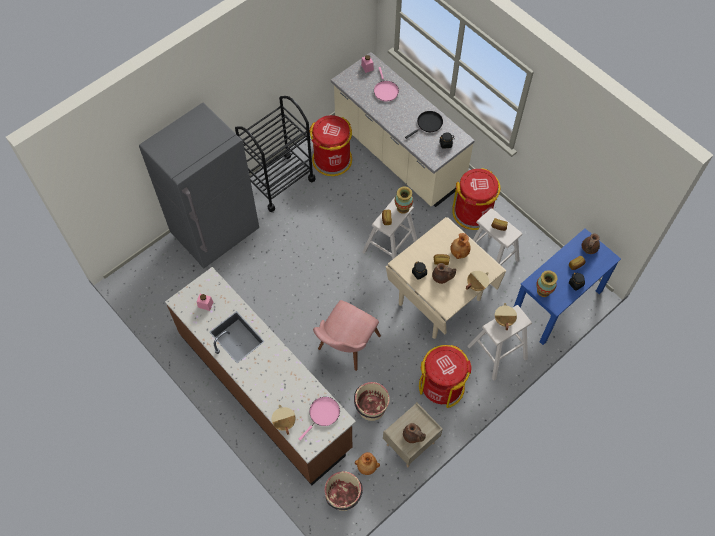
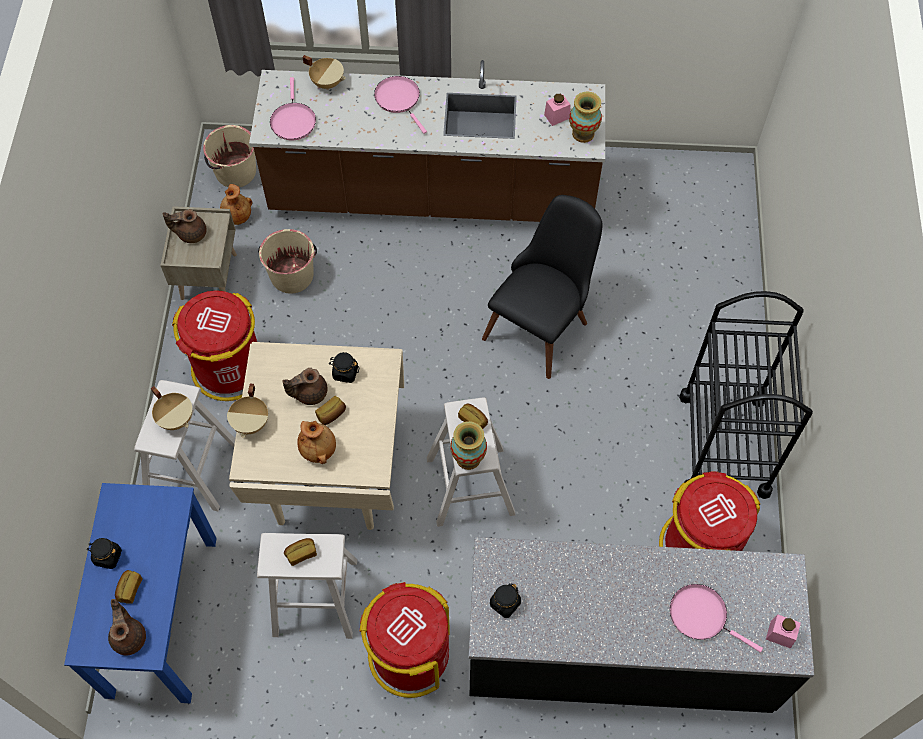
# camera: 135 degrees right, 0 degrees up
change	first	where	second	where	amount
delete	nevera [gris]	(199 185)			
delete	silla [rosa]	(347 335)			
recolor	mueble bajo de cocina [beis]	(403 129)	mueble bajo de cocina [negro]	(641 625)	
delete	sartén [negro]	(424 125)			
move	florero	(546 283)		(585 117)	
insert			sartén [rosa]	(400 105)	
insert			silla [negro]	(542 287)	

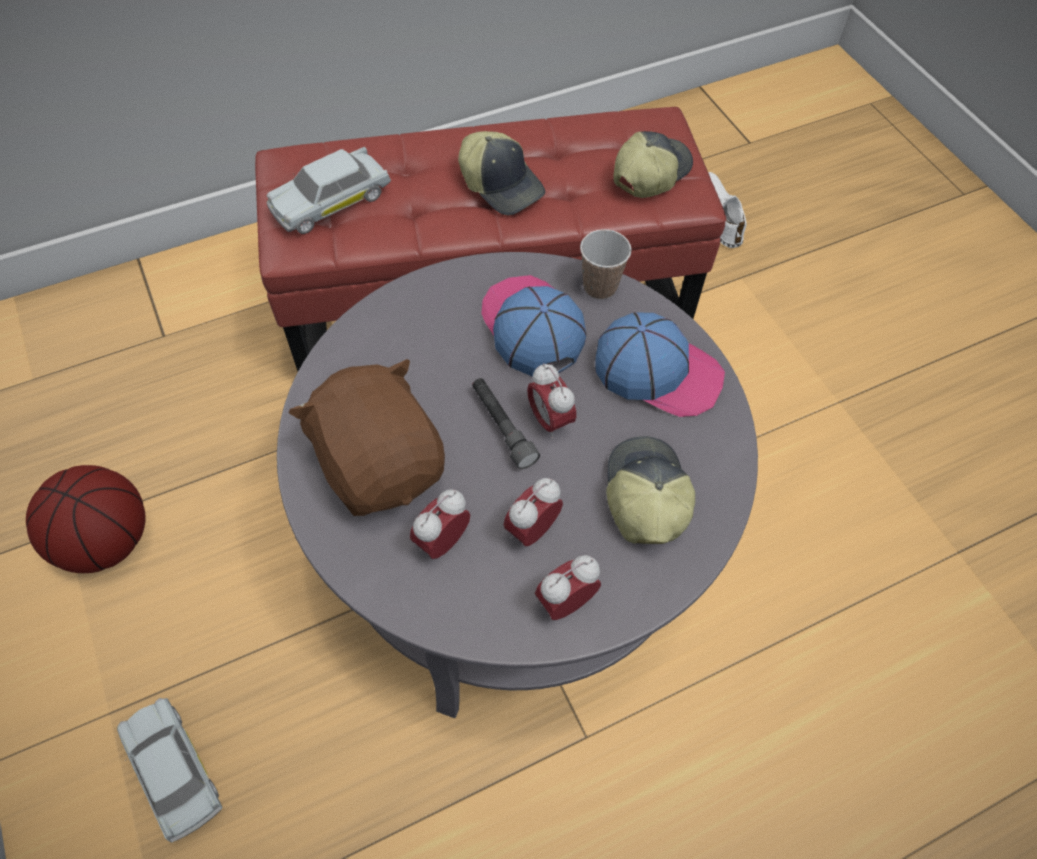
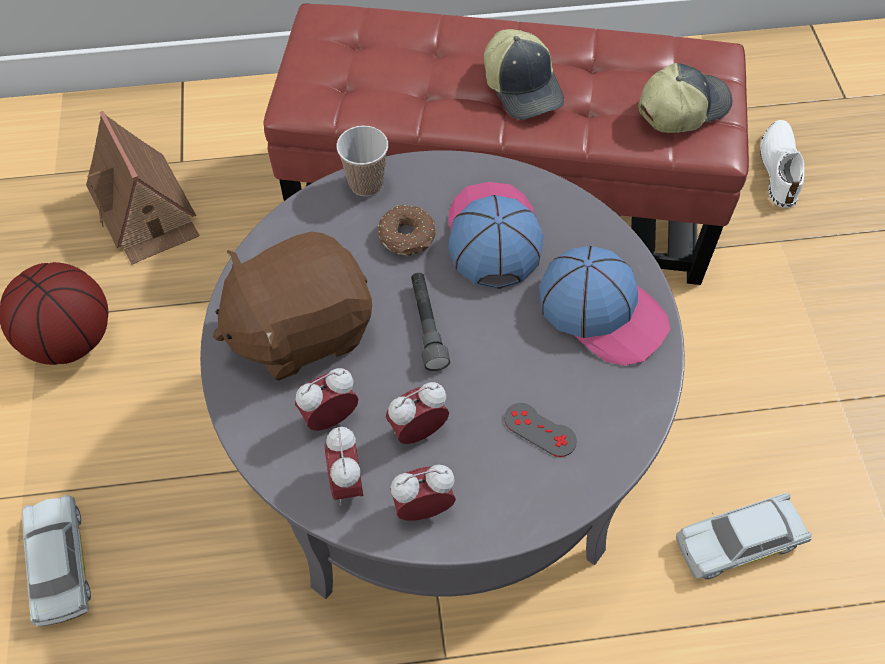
# camera: 20 degrees right, 0 degrees up
change	first	where	second	where	amount
move	coche de juguete [blanco]	(328 190)		(744 536)	
rotate	peluche [marrón]	(367 437)		(292 305)	105 degrees counterclockwise
move	despertador	(551 401)		(344 466)	
move	taza	(605 264)		(362 161)	
replace	gorra	(650 490)	mando de consola [gris]	(540 430)	
insert			casita	(143 187)	
insert			rosquilla	(406 230)	

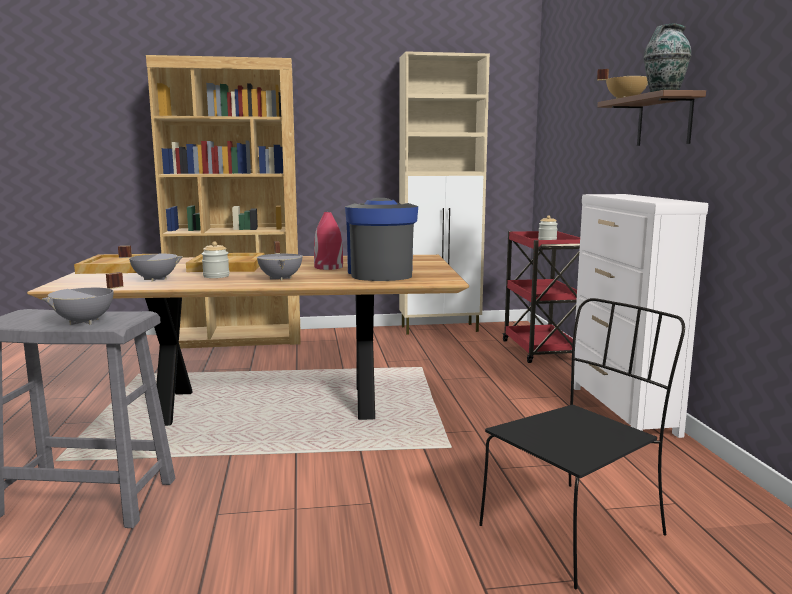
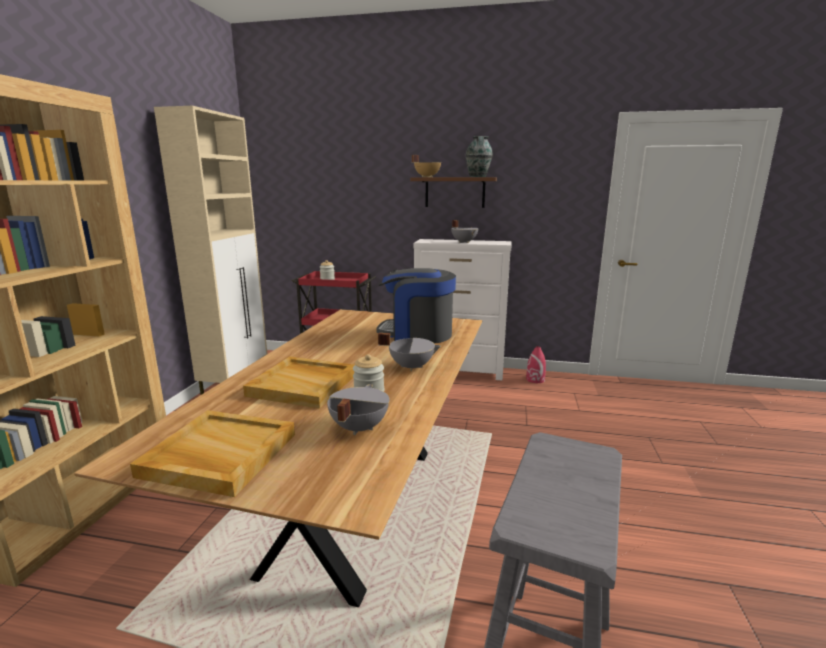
# camera: 70 degrees left, 5 degrees up
change	first	where	second	where	amount
move	olla [gris]	(82 298)		(465 231)	
move	florero [rojo]	(328 241)		(536 364)	
delete	silla [negro]	(582 443)			

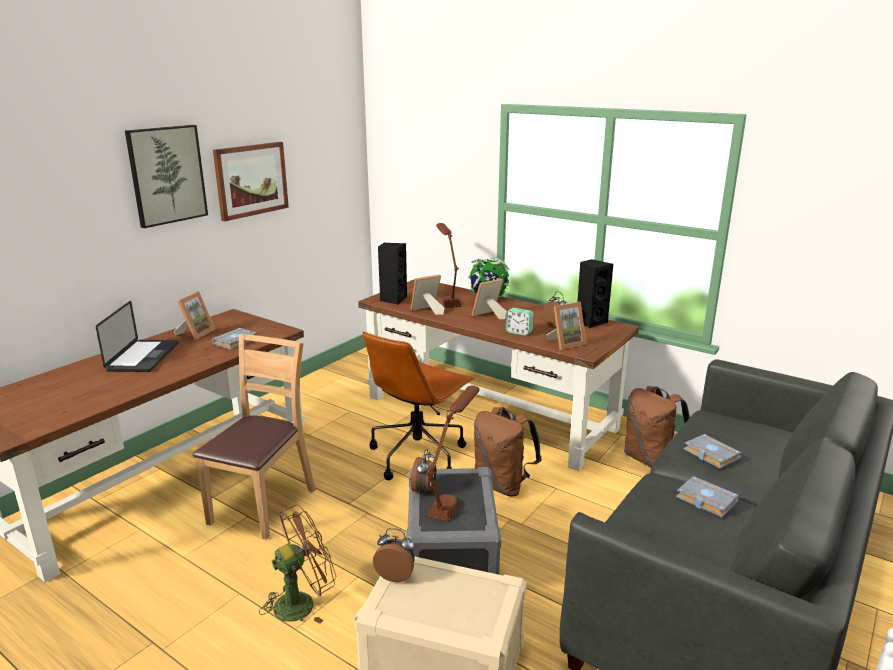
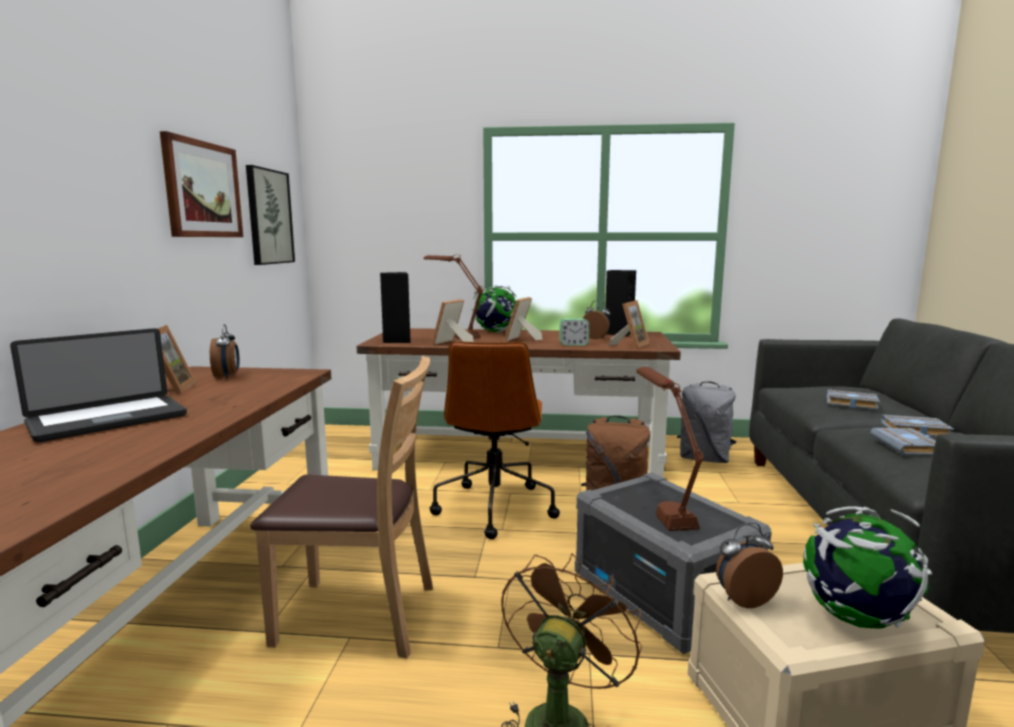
# camera: 30 degrees left, 10 degrees down
change	first	where	second	where	amount
rotate	portátil	(137 336)		(98 385)	75 degrees clockwise
move	cuadro	(166 176)		(270 215)	
rotate	silla [marrón]	(254 437)		(341 507)	105 degrees clockwise
move	libro [gris]	(234 338)		(903 441)	
move	despertador	(423 471)		(225 351)	
recolor	mochila [marrón]	(657 426)	mochila [gris]	(706 422)	
insert			globo terráqueo	(867 567)	

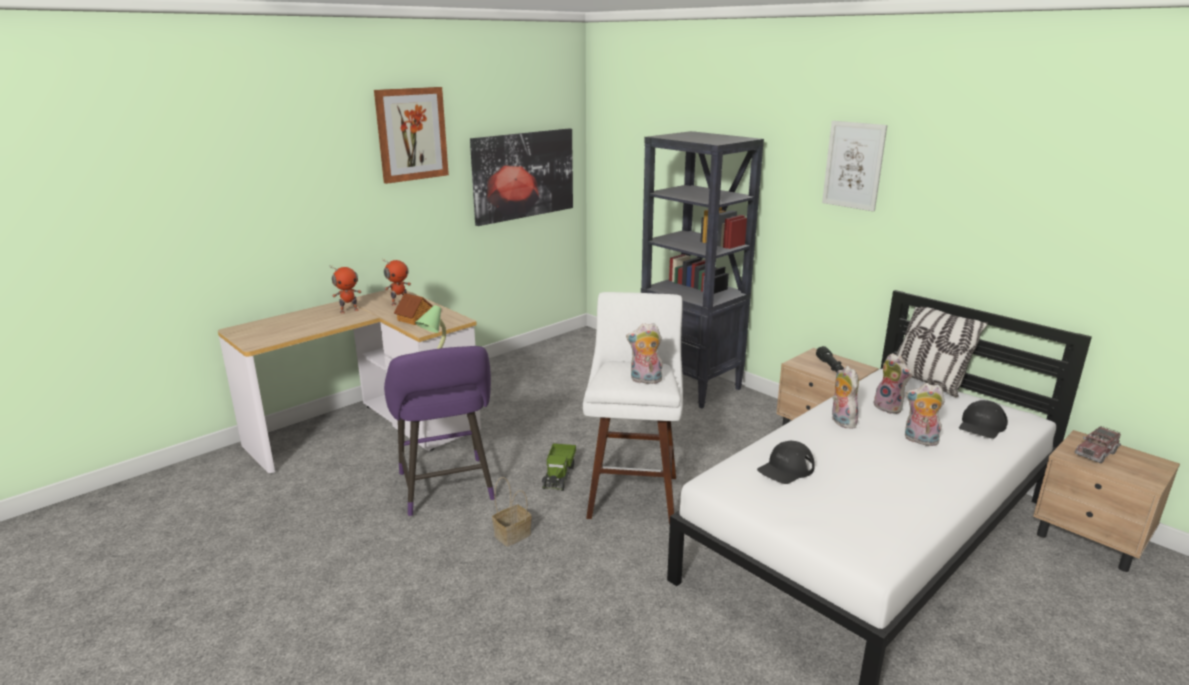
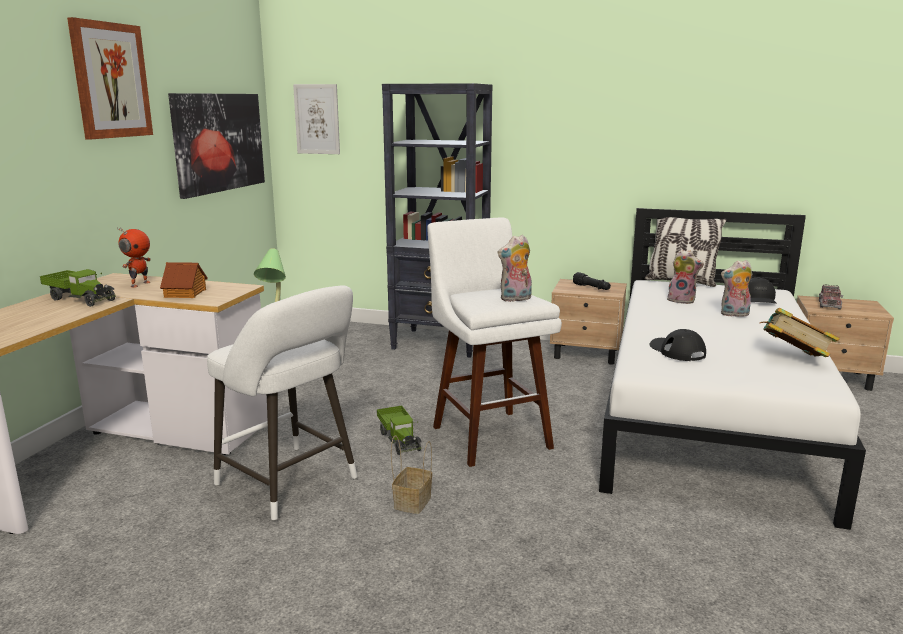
# camera: 30 degrees left, 5 degrees down
change	first	where	second	where	amount
replace	robot de juguete	(346 290)	camión de juguete	(78 288)	
recolor	taburete [morado]	(439 431)	taburete [blanco]	(282 403)	
rotate	gorra [negro]	(786 462)		(678 345)	135 degrees clockwise
move	cuadro	(854 166)		(316 119)	
delete	peluche	(845 397)			
insert			libro	(800 332)	

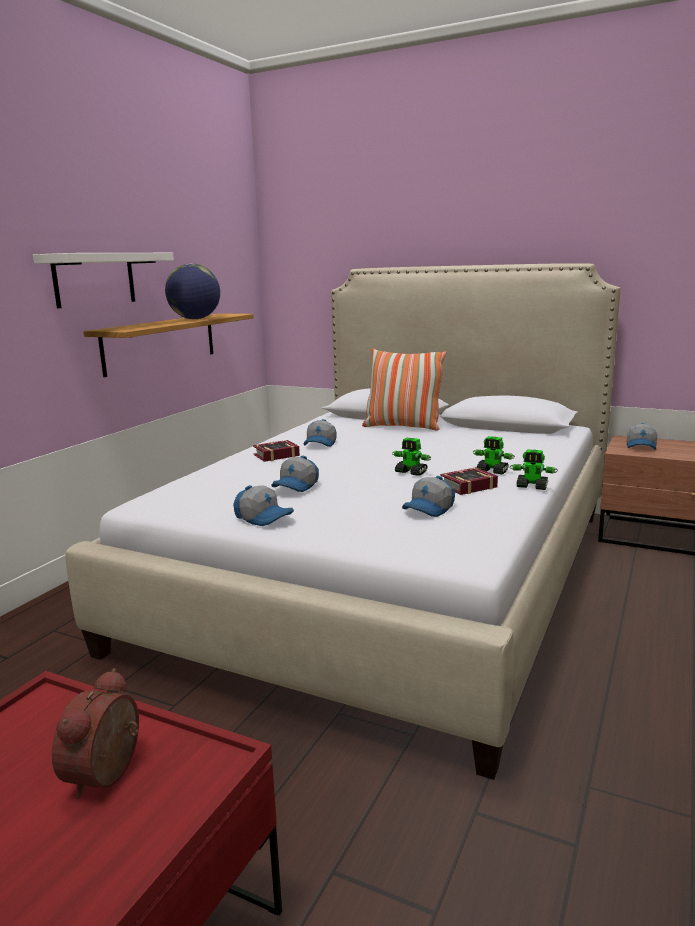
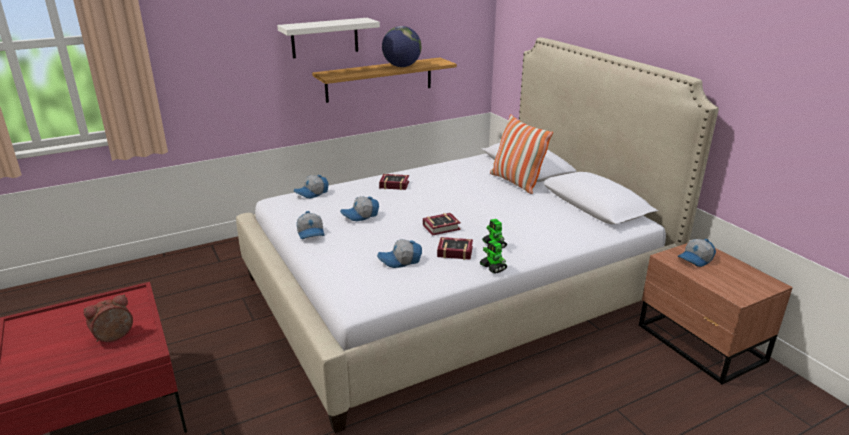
# camera: 35 degrees right, 10 degrees up
change	first	where	second	where	amount
move	gorra	(320 433)		(311 186)	
replace	robot de juguete	(411 457)	libro	(442 224)	

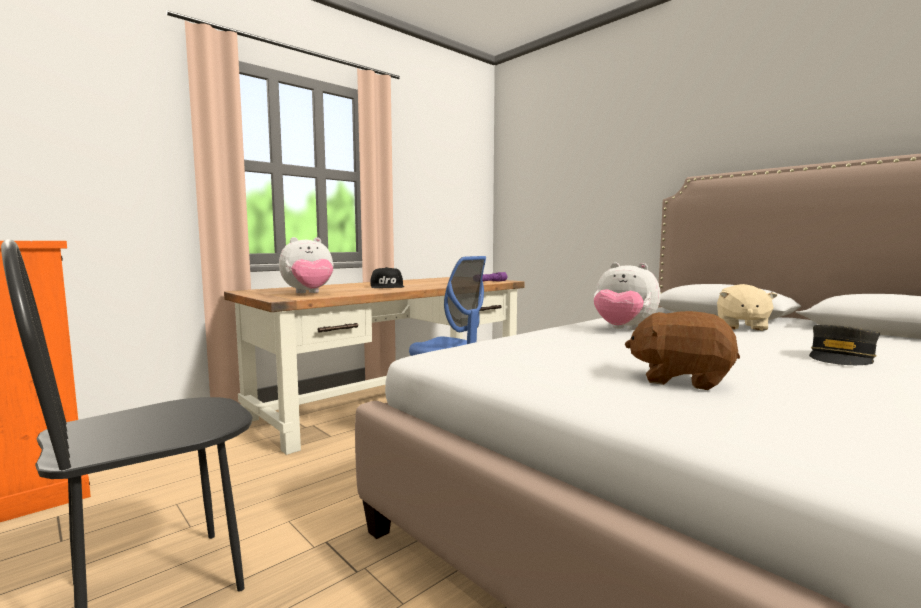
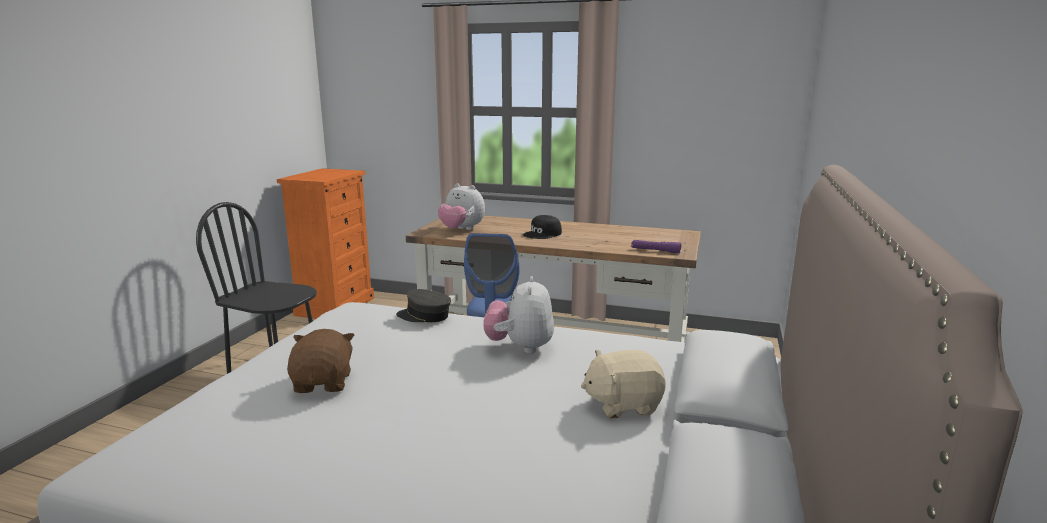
# camera: 60 degrees right, 10 degrees up
change	first	where	second	where	amount
move	gorra [gris]	(844 345)		(423 305)	

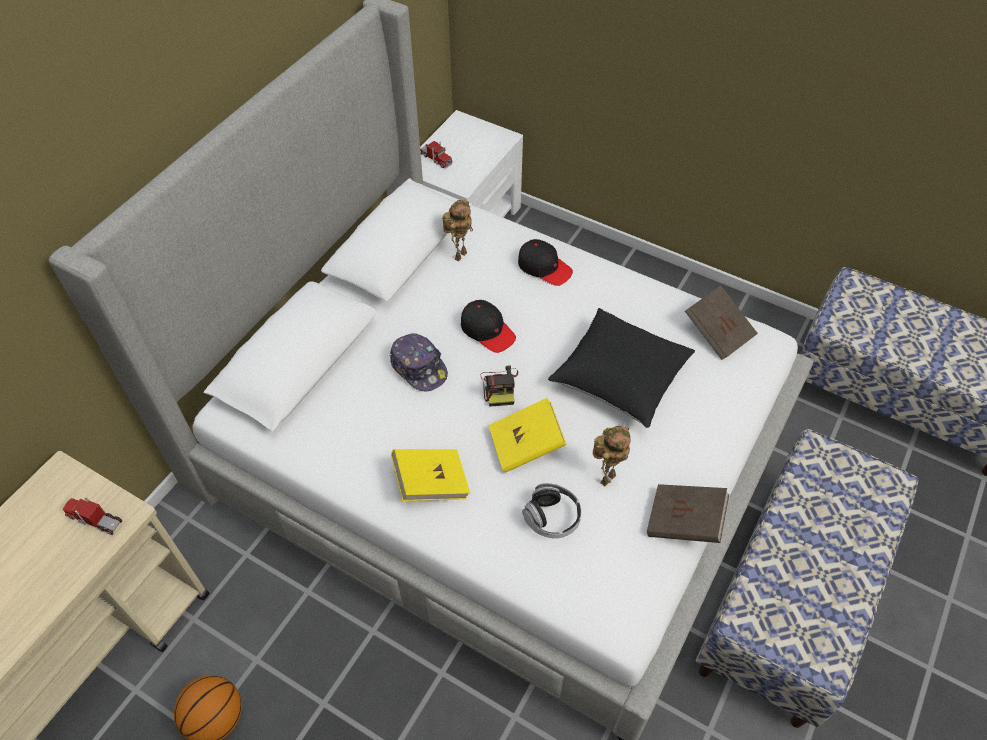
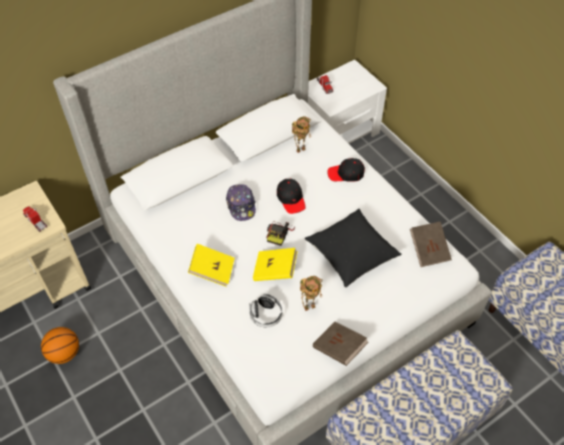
# camera: 25 degrees right, 0 degrees up
change	first	where	second	where	amount
rotate	gorra [negro]	(545 262)		(346 170)	120 degrees clockwise

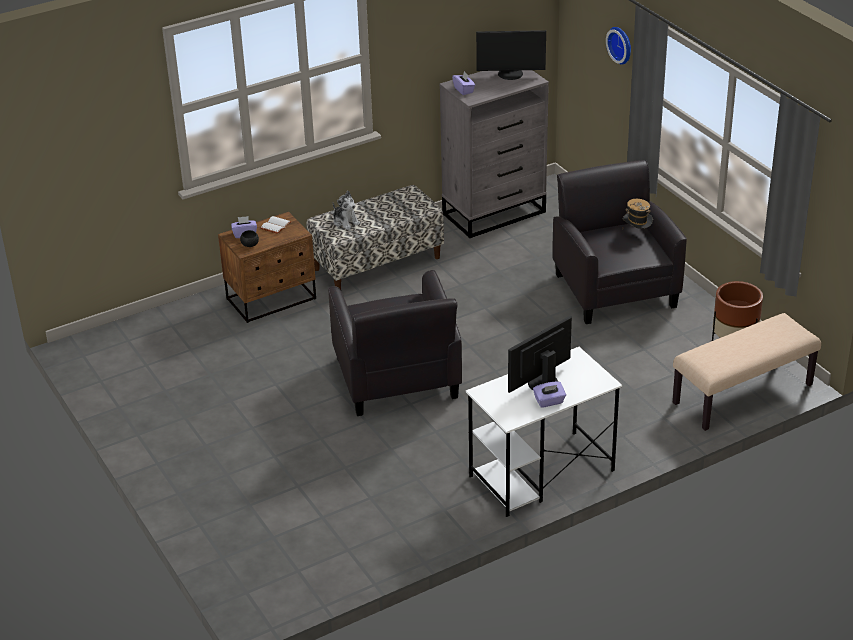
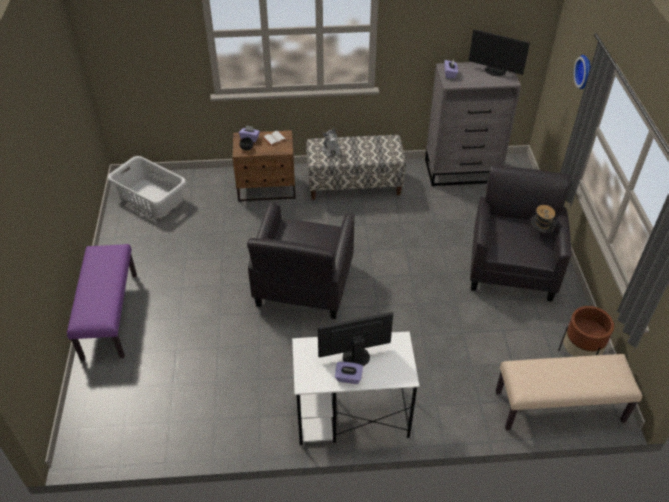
# camera: 25 degrees right, 10 degrees up
change	first	where	second	where	amount
insert			banco [morado]	(102 302)	
insert			cesto de la ropa [gris]	(147 186)	

